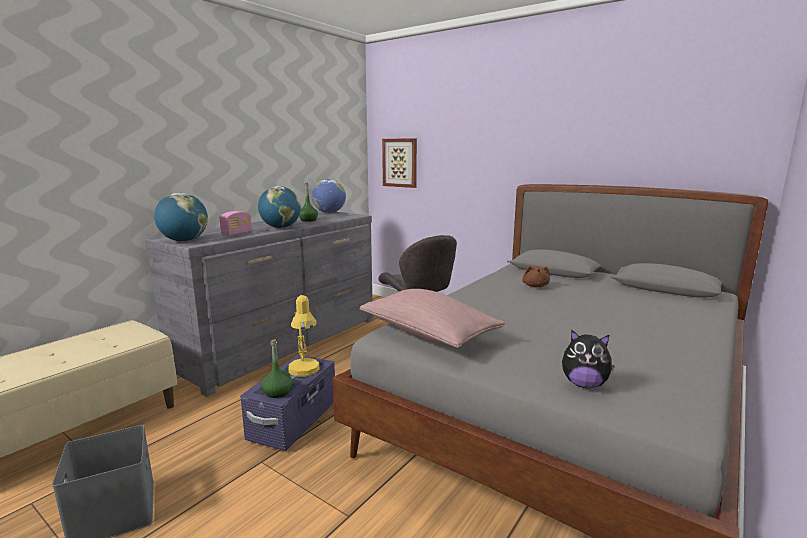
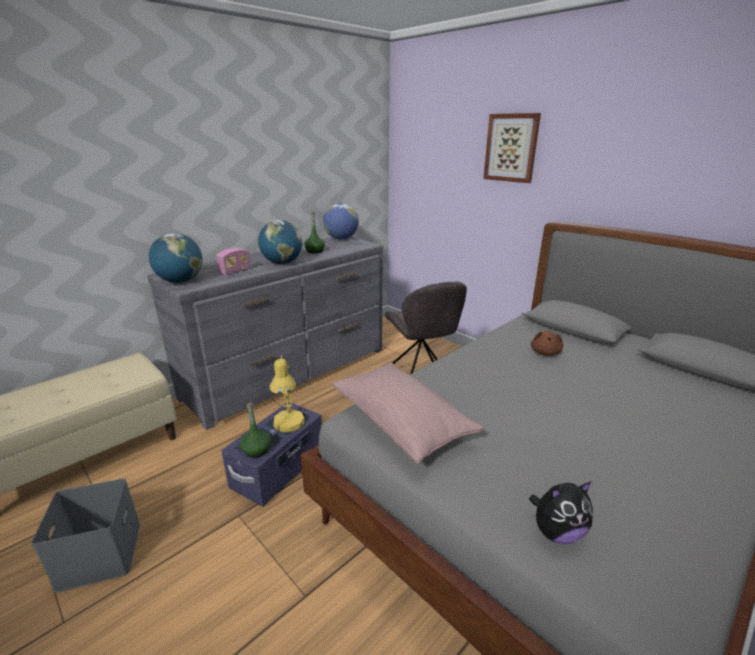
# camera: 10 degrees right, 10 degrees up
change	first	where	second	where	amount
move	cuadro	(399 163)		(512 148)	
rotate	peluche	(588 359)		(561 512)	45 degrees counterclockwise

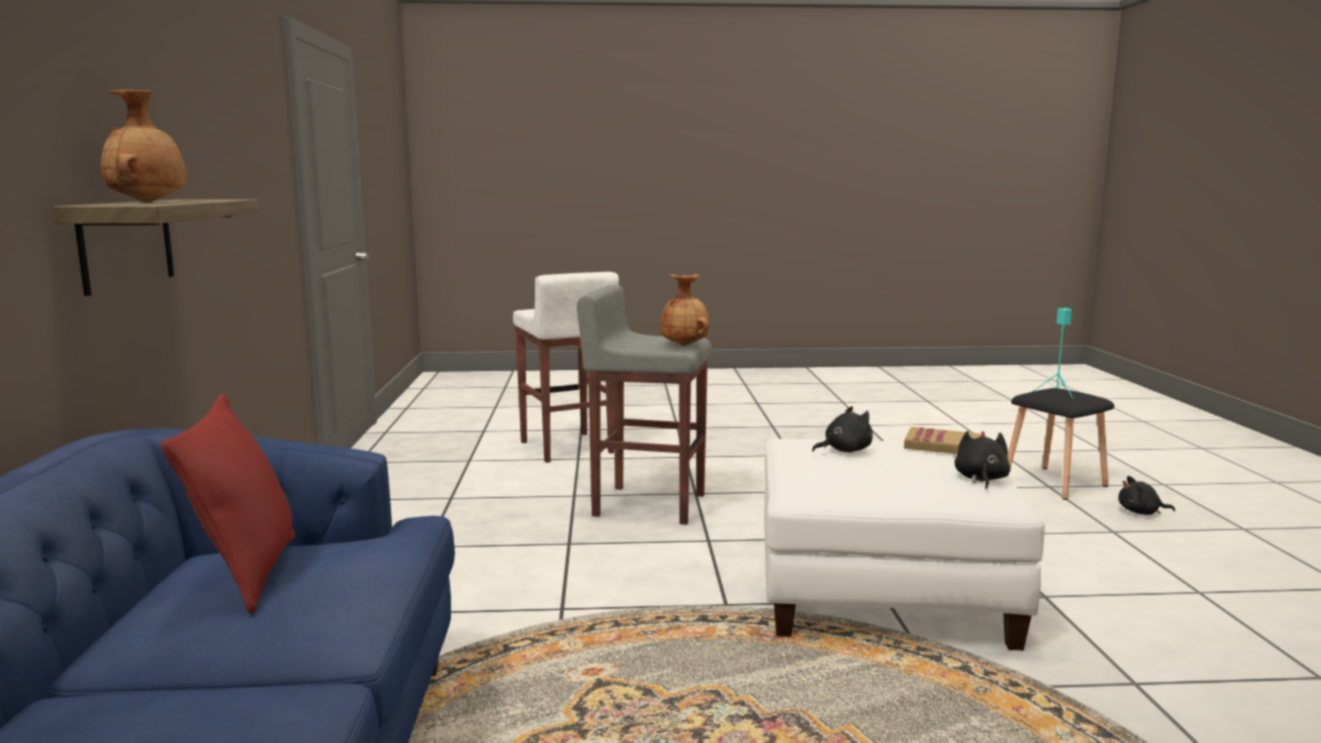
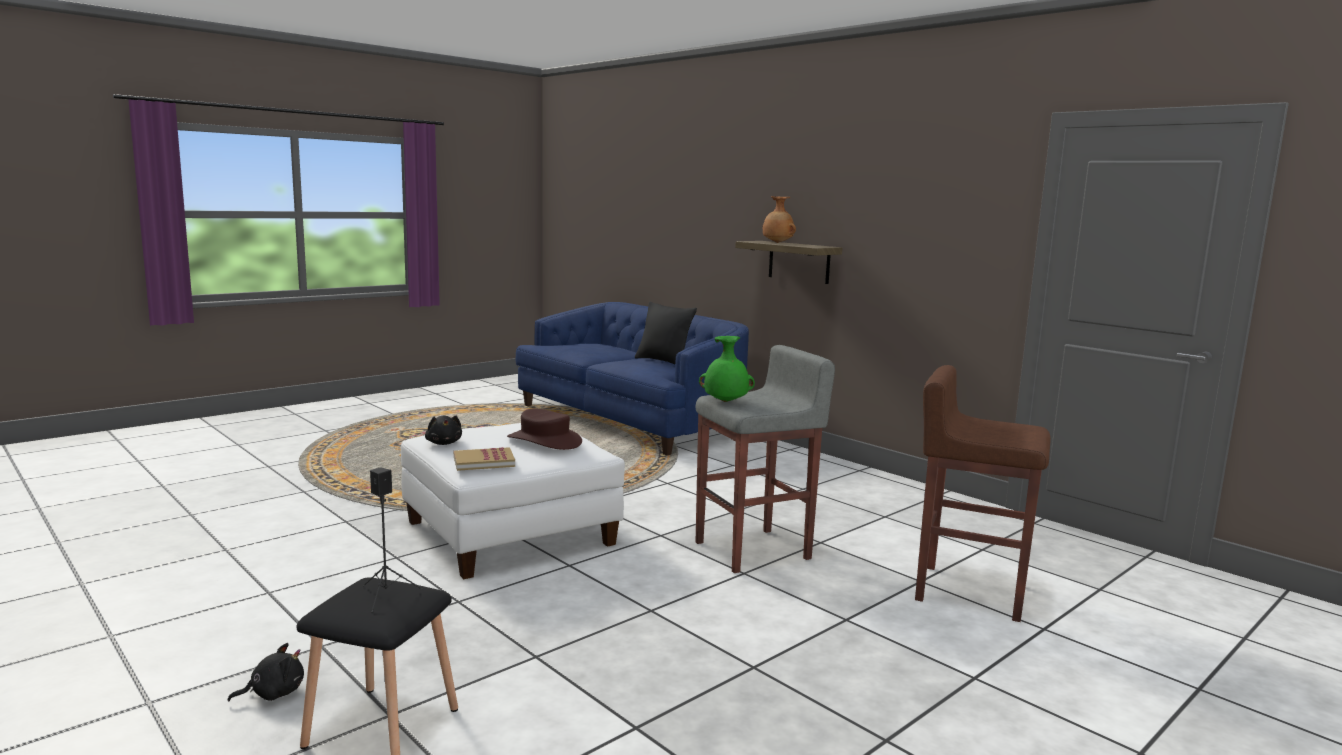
# camera: 140 degrees right, 0 degrees up
change	first	where	second	where	amount
recolor	cojín [rojo]	(228 503)	cojín [negro]	(666 332)	
recolor	taburete [blanco]	(566 367)	taburete [marrón]	(983 493)	
recolor	florero [marrón]	(684 310)	florero [verde]	(727 369)	
replace	peluche [negro]	(842 429)	sombrero [marrón]	(544 429)	
recolor	altavoz [turquesa]	(1053 353)	altavoz [negro]	(393 540)	

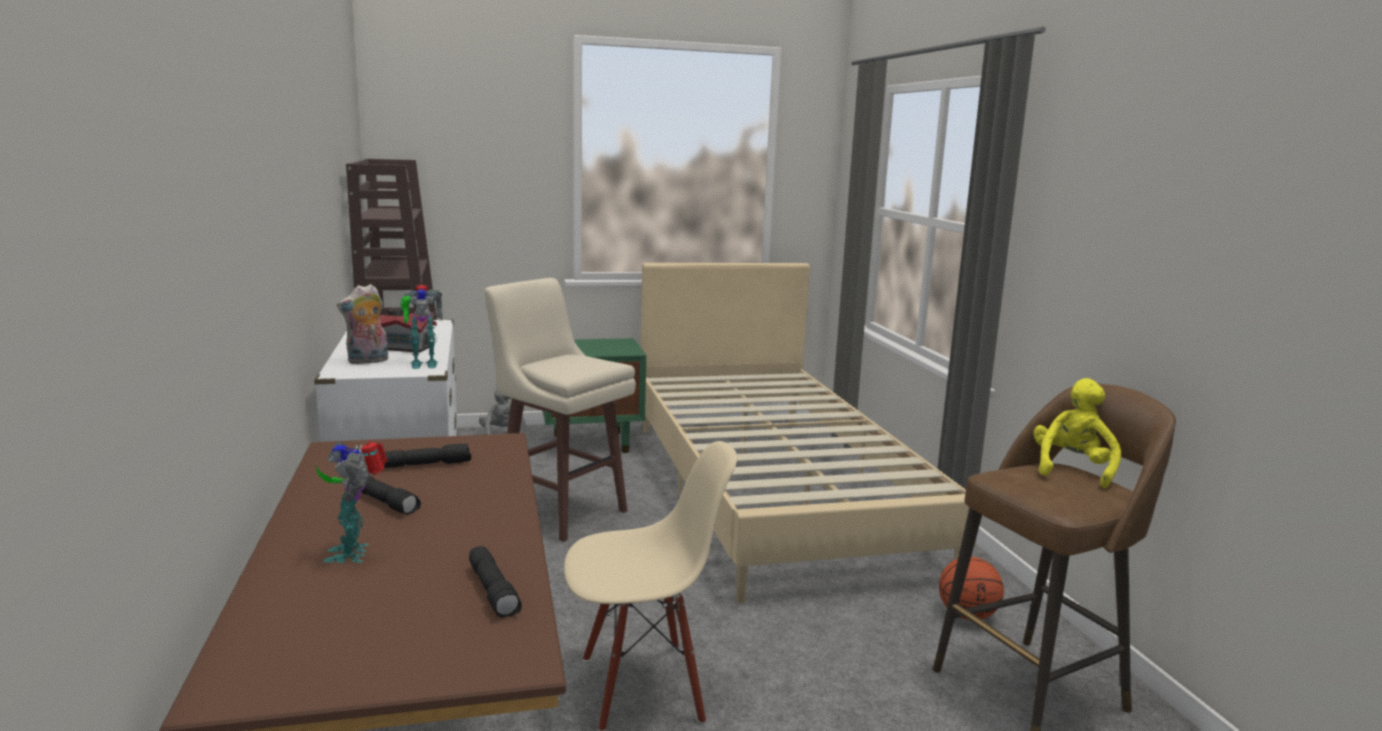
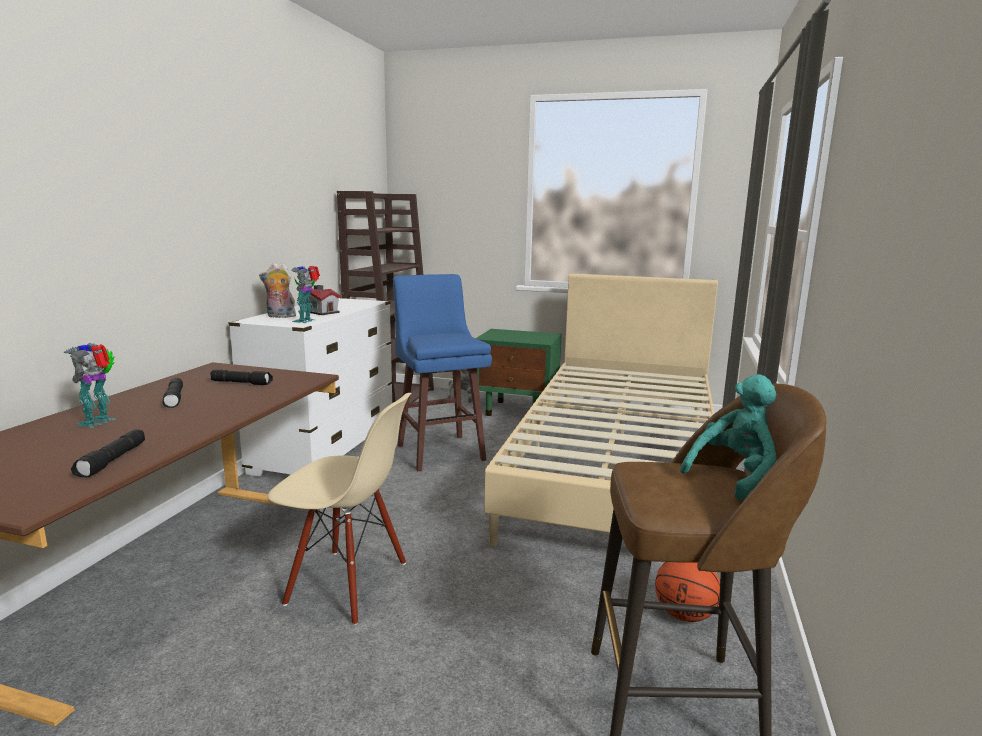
# camera: 30 degrees right, 0 degrees up
change	first	where	second	where	amount
rotate	robot de juguete	(421 327)		(305 294)	90 degrees clockwise
recolor	taburete [beis]	(560 410)	taburete [azul]	(442 372)	
recolor	peluche [amarillo]	(1077 433)	peluche [turquesa]	(728 437)	

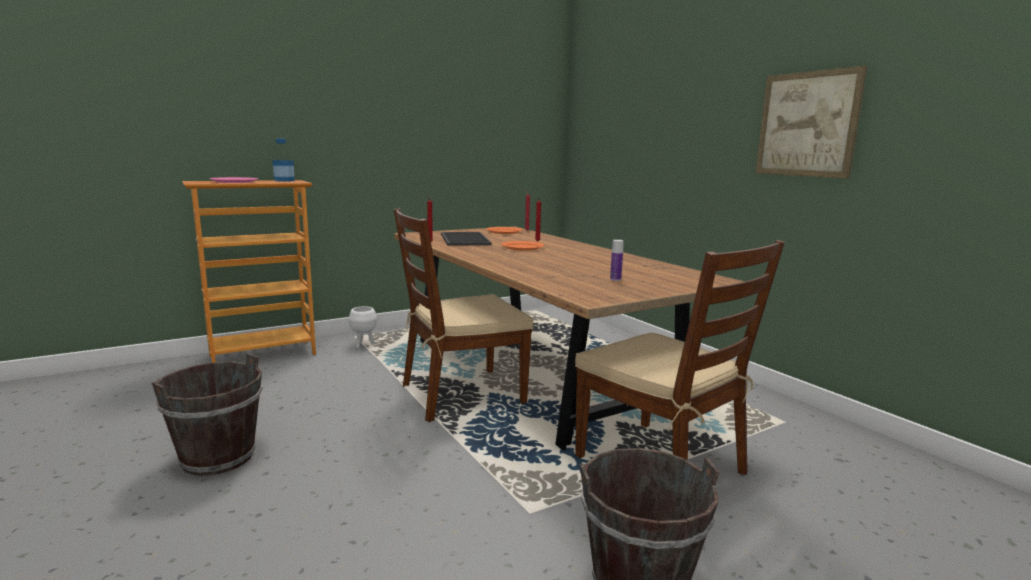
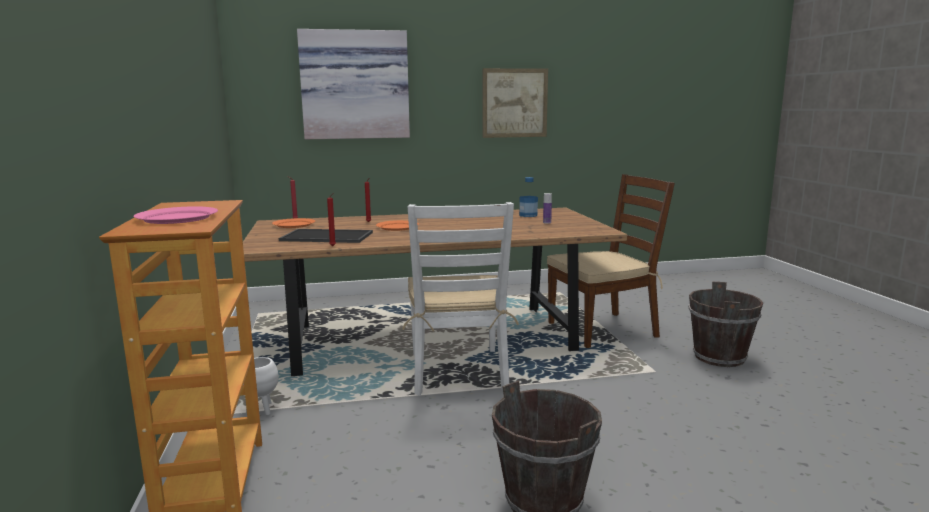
# camera: 70 degrees left, 0 degrees up
change	first	where	second	where	amount
move	botella	(283 160)		(528 197)	
recolor	silla [marrón]	(464 315)	silla [blanco]	(460 299)	
insert			cuadro	(353 84)	

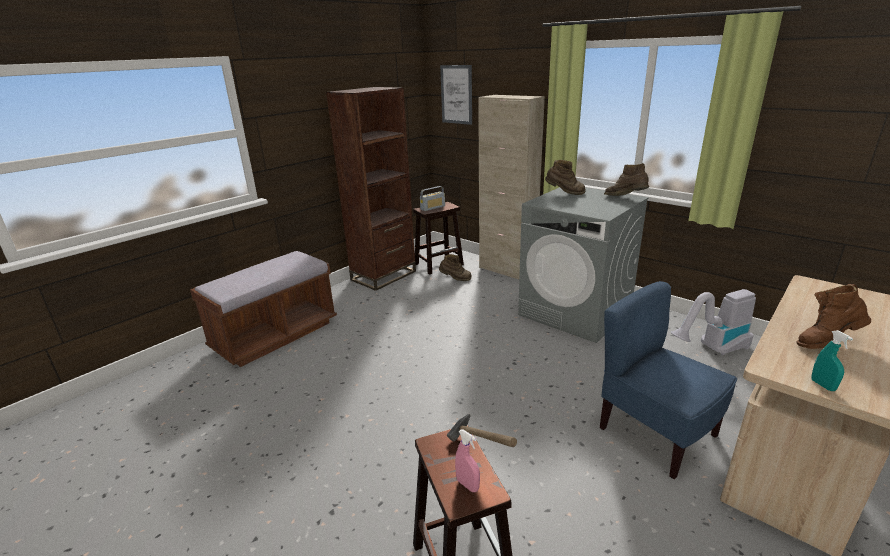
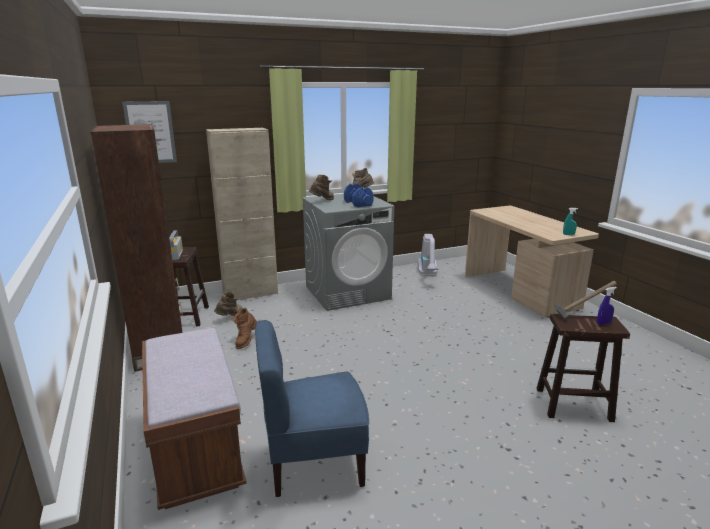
# camera: 65 degrees left, 5 degrees down
change	first	where	second	where	amount
recolor	pulverizador [rosa]	(467 460)	pulverizador [azul]	(607 306)	
move	silla [azul]	(668 380)		(312 408)	
move	bota [marrón]	(834 316)		(244 328)	
insert			mancuerna [azul]	(358 195)	

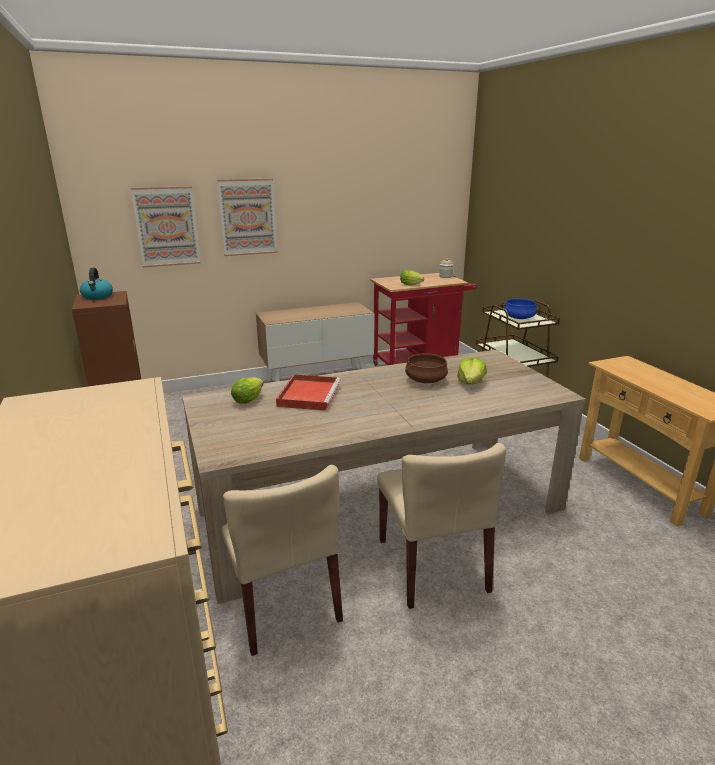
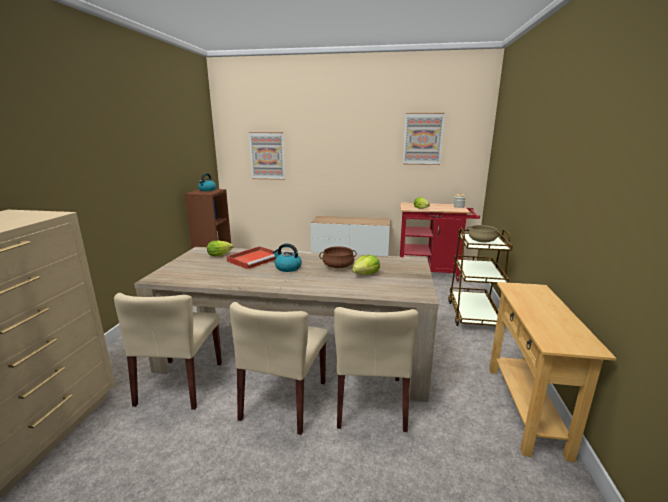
# camera: 30 degrees right, 5 degrees down
change	first	where	second	where	amount
move	cuadro	(247 217)		(424 139)	
recolor	olla [azul]	(521 308)	olla [beis]	(483 233)	
insert			hervidor	(287 257)	
insert			silla [beis]	(376 369)	

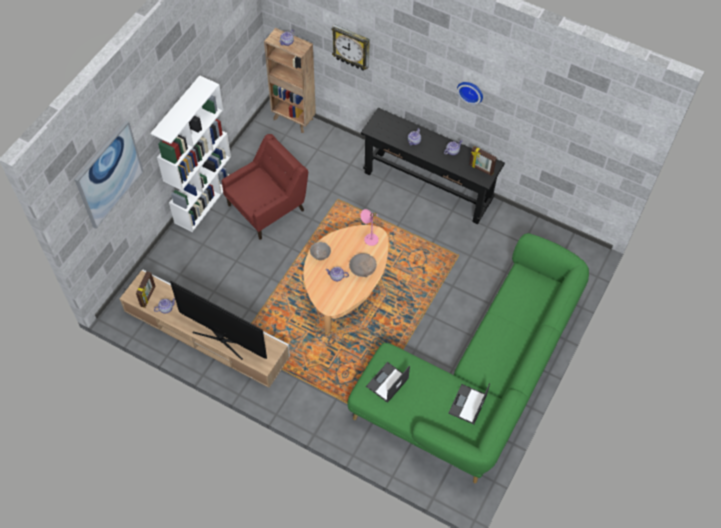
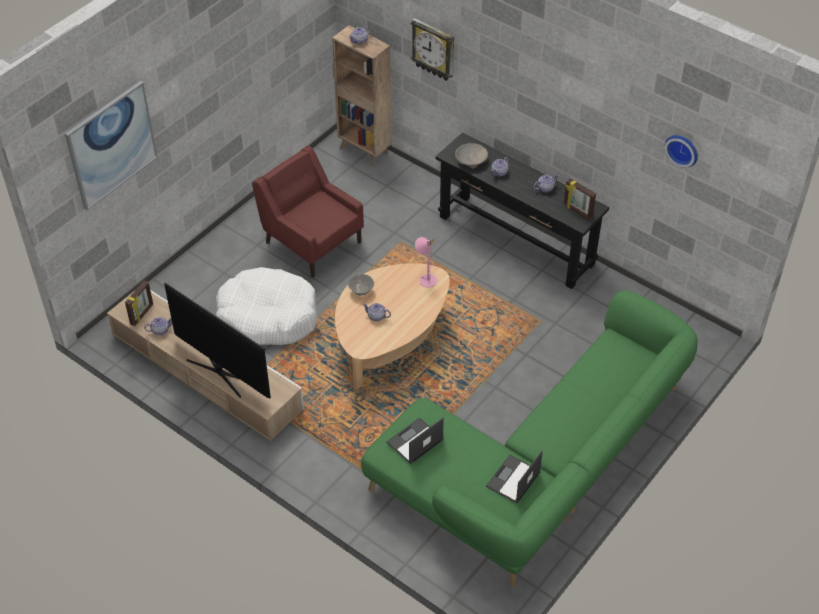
# camera: 10 degrees right, 10 degrees down
change	first	where	second	where	amount
delete	estantería [blanco]	(190 153)			
rotate	sillón [rojo]	(265 187)		(308 211)	105 degrees counterclockwise
move	cuenco [beis]	(363 265)		(471 156)	
move	reloj de pared	(470 93)		(681 151)	
insert			cama para perro [blanco]	(266 306)	

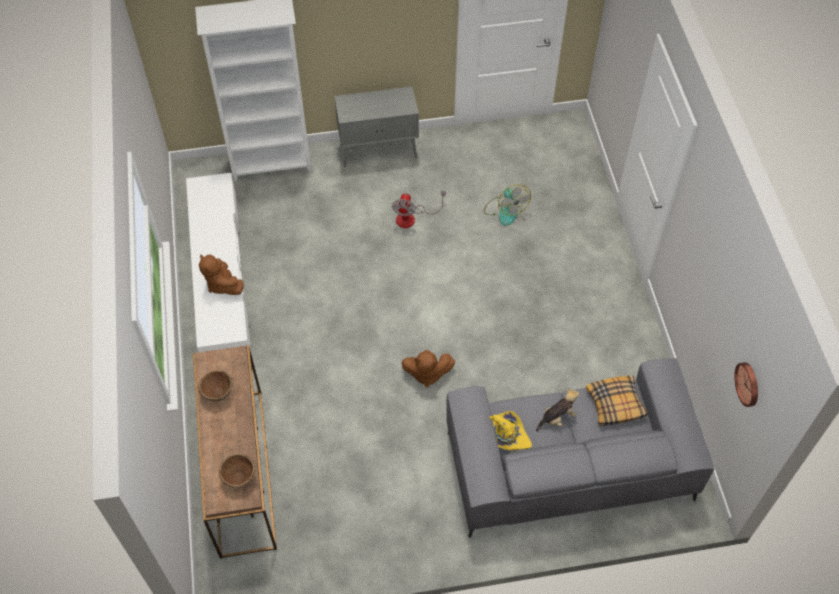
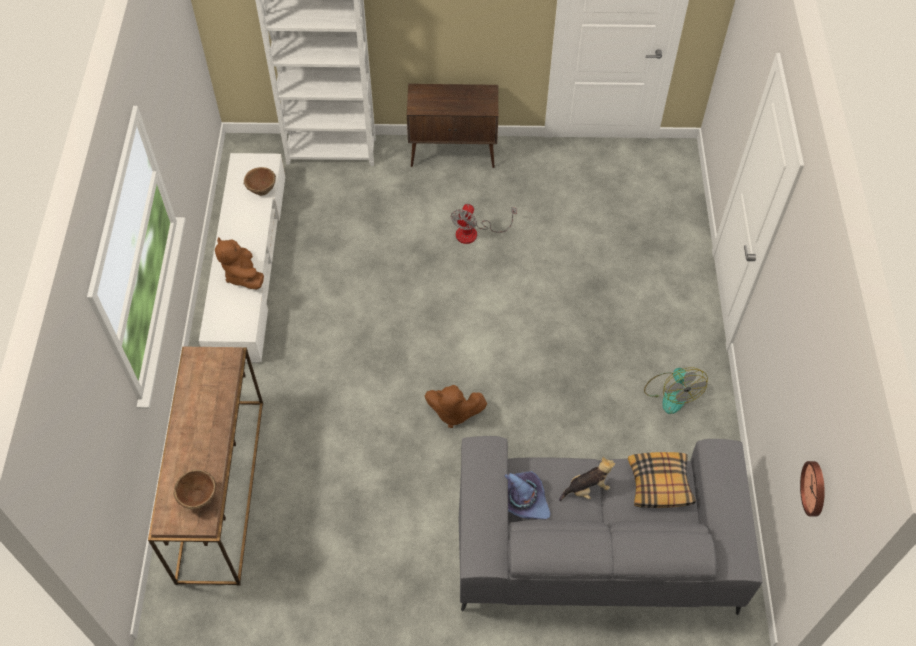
# camera: 10 degrees right, 0 degrees up
change	first	where	second	where	amount
move	cuenco [marrón]	(216 385)		(260 181)	
recolor	armario [gris]	(376 127)	armario [marrón]	(452 126)	
move	ventilador	(507 205)		(676 390)	
recolor	sombrero [amarillo]	(510 430)	sombrero [morado]	(527 495)	

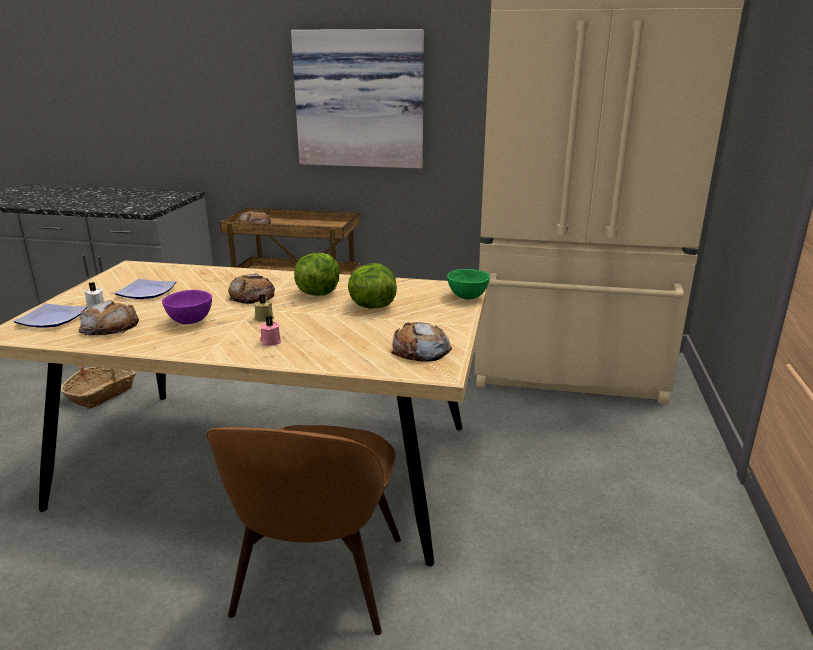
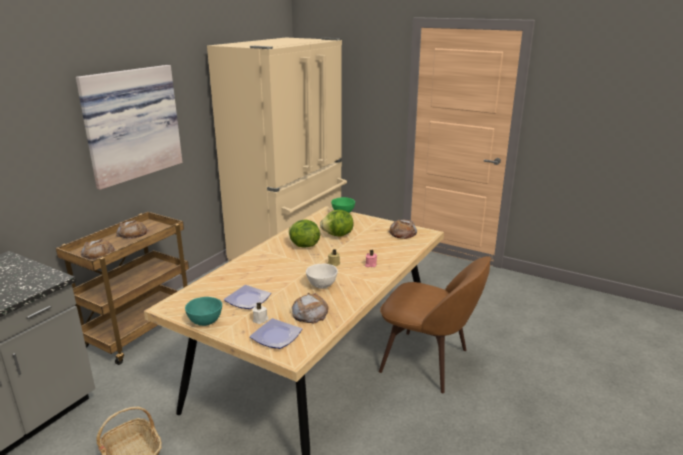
# camera: 70 degrees left, 0 degrees up
change	first	where	second	where	amount
recolor	cuenco [morado]	(187 307)	cuenco [blanco]	(322 276)	
move	pan	(251 288)		(132 229)	
insert			cuenco [turquesa]	(203 311)	

